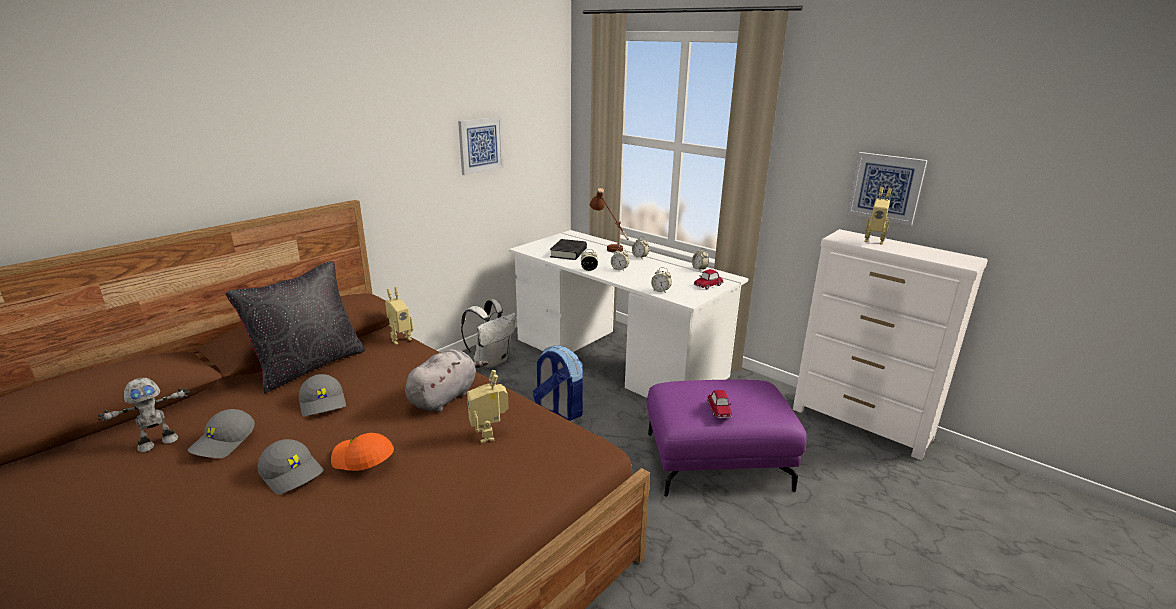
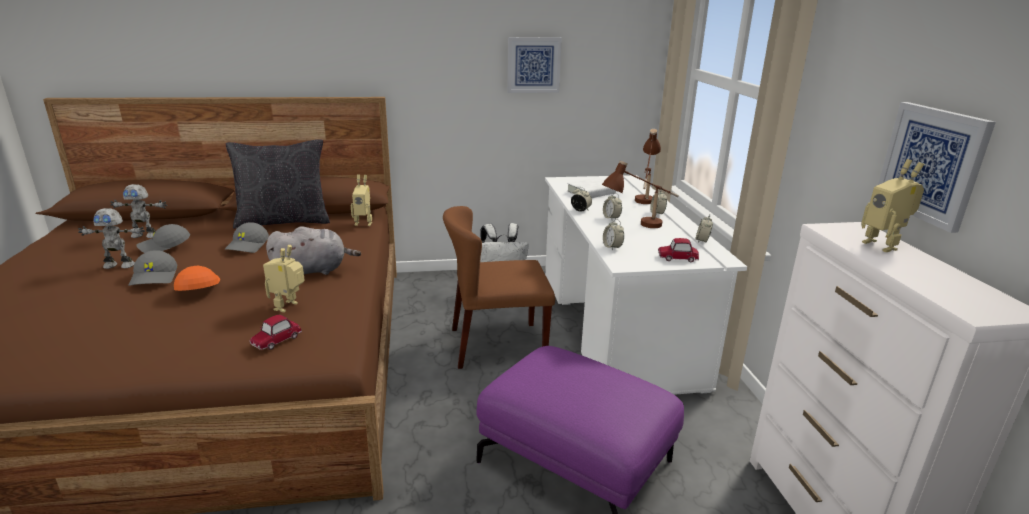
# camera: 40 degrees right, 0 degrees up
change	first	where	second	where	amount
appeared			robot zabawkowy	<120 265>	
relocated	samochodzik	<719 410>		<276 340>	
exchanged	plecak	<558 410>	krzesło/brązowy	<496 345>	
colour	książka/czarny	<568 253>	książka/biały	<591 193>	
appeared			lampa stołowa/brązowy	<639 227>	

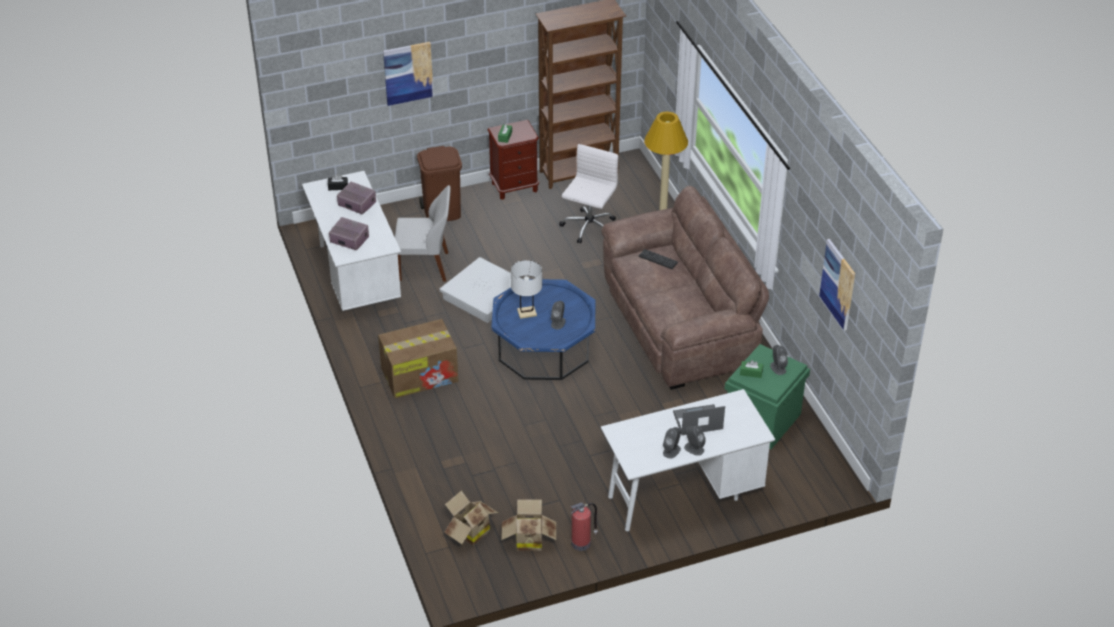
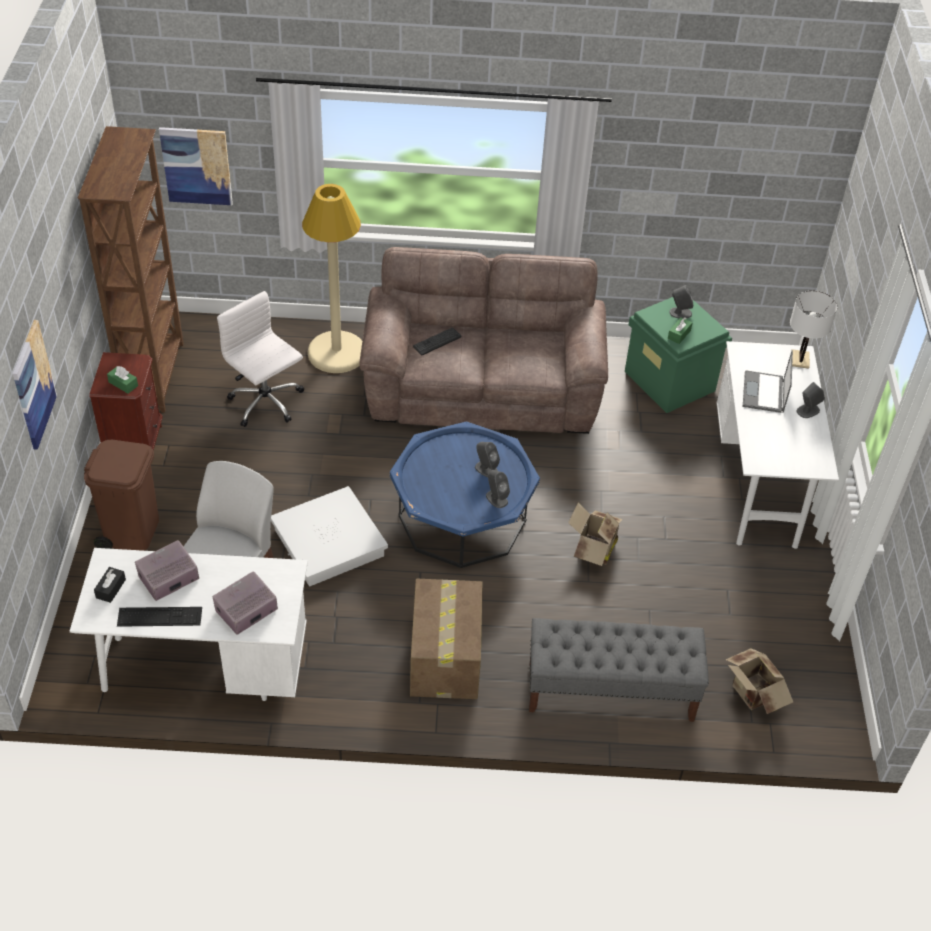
# camera: 70 degrees left, 5 degrees up
change	first	where	second	where	amount
appeared			klawiatura	<159 617>	
relocated	obraz	<838 284>		<196 166>	
relocated	głośnik/szary	<671 451>		<496 498>	
appeared			ławka/szary	<610 691>	
relocated	karton	<528 539>		<592 550>	
relocated	lampa stołowa/biały	<526 313>		<800 360>	
missing	gaśnica	<582 542>			

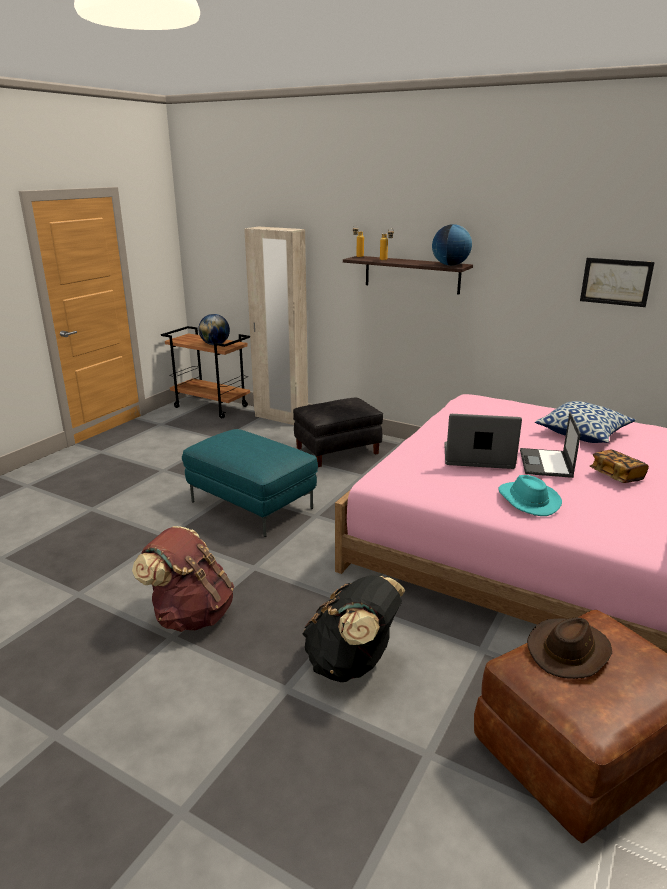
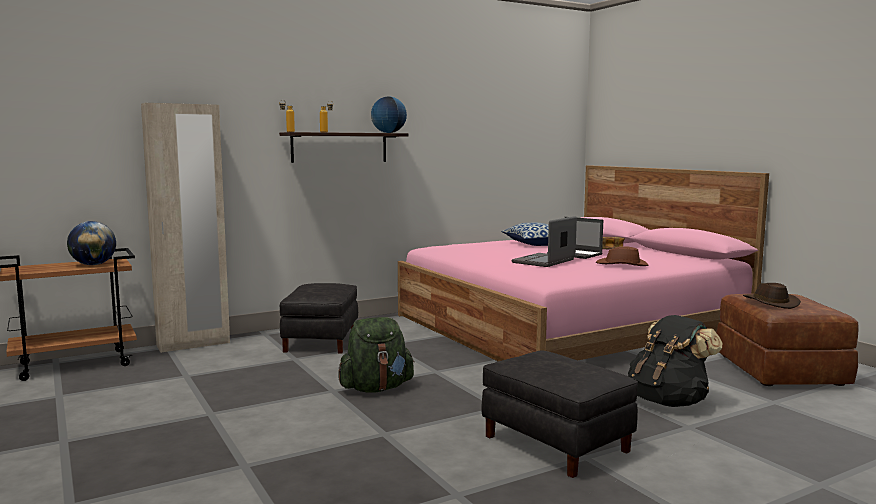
# camera: 60 degrees left, 15 degrees down
change	first	where	second	where	amount
exchanged	pufa/turkusowy	<252 505>	plecak/zielony	<376 388>	
exchanged	plecak/brązowy	<191 615>	pufa/czarny	<555 444>	
colour	kapelusz/turkusowy	<527 500>	kapelusz/brązowy	<622 265>	
missing	obraz	<616 282>			

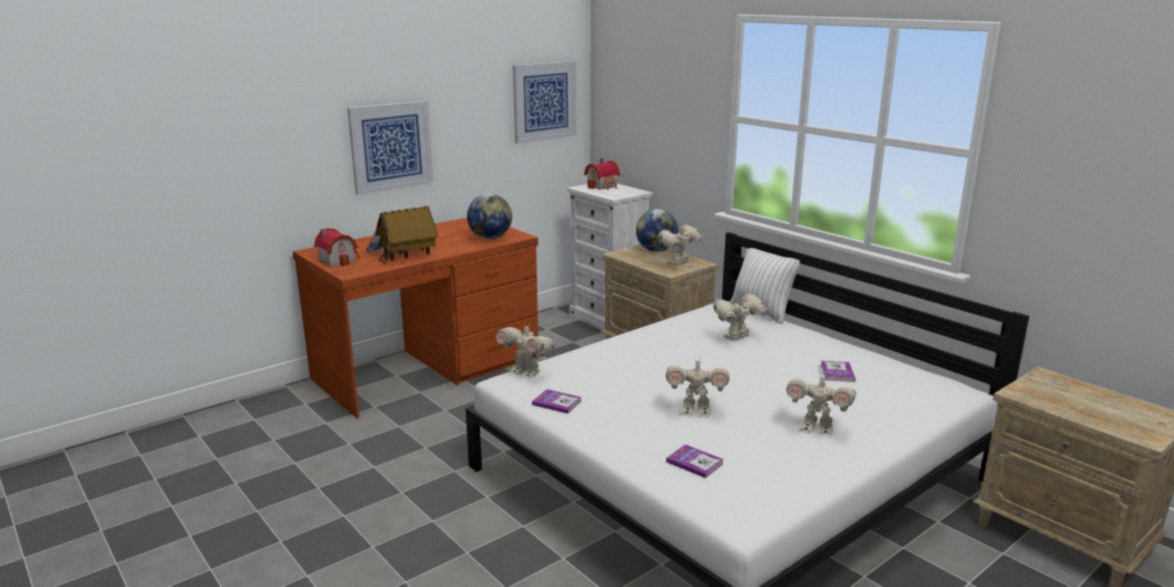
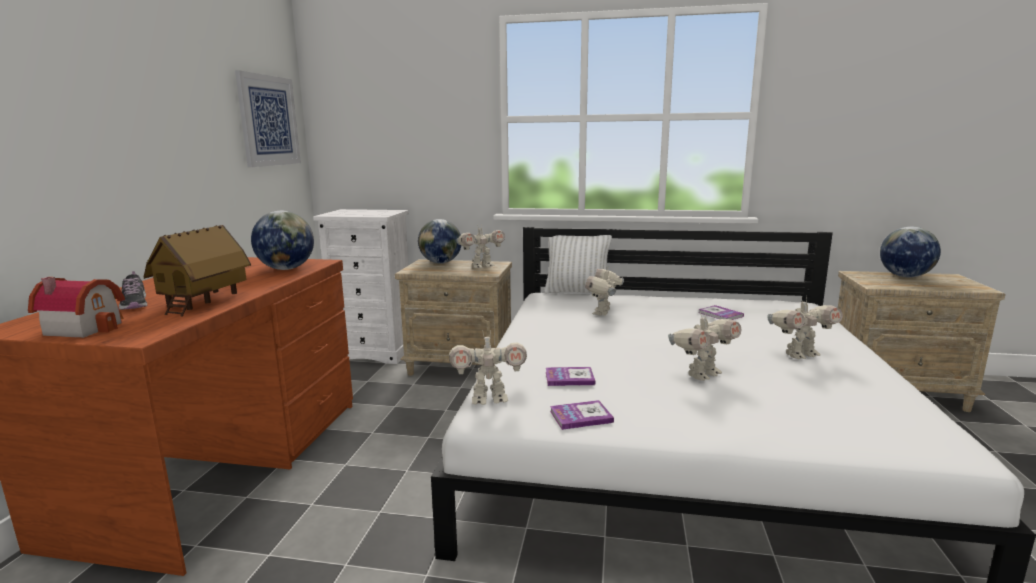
# camera: 40 degrees left, 5 degrees down
change	first	where	second	where	amount
spun	robot zabawkowy	<679 263>		<481 266>	120 degrees counterclockwise
relocated	książka	<694 462>		<569 378>	
appeared			globus	<905 276>	
missing	obraz	<391 146>			
missing	domek	<603 186>			

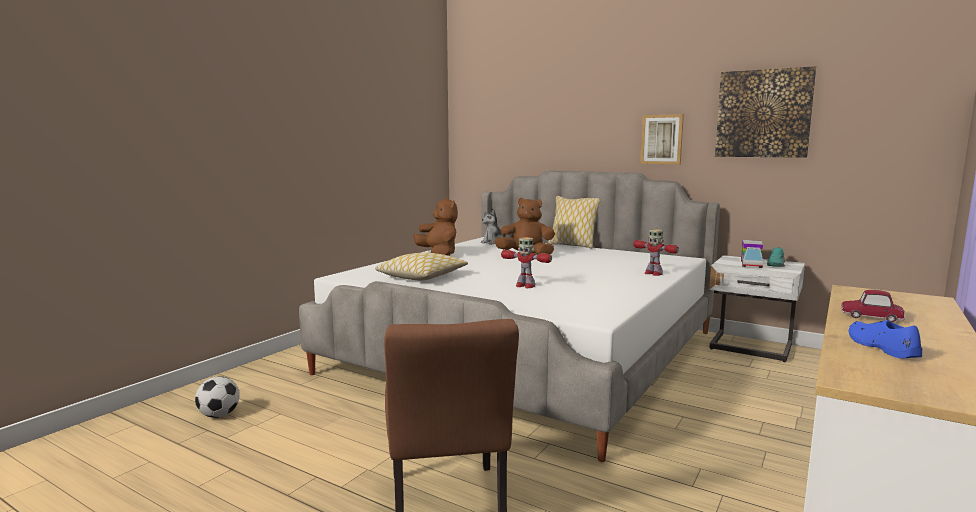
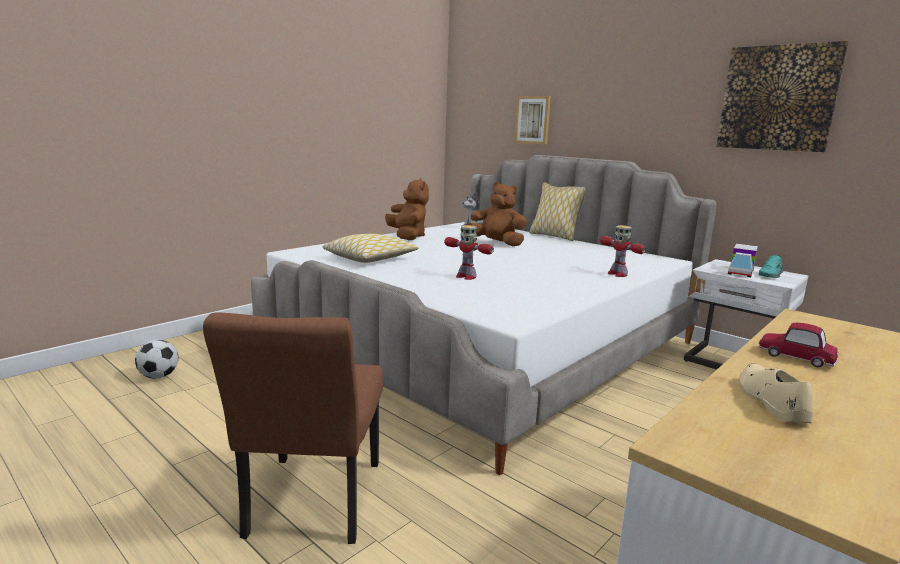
# camera: 10 degrees right, 5 degrees up
change	first	where	second	where	amount
relocated	obraz	<662 139>		<532 120>	
colour	but/niebieski	<881 346>	but/beżowy	<770 401>	

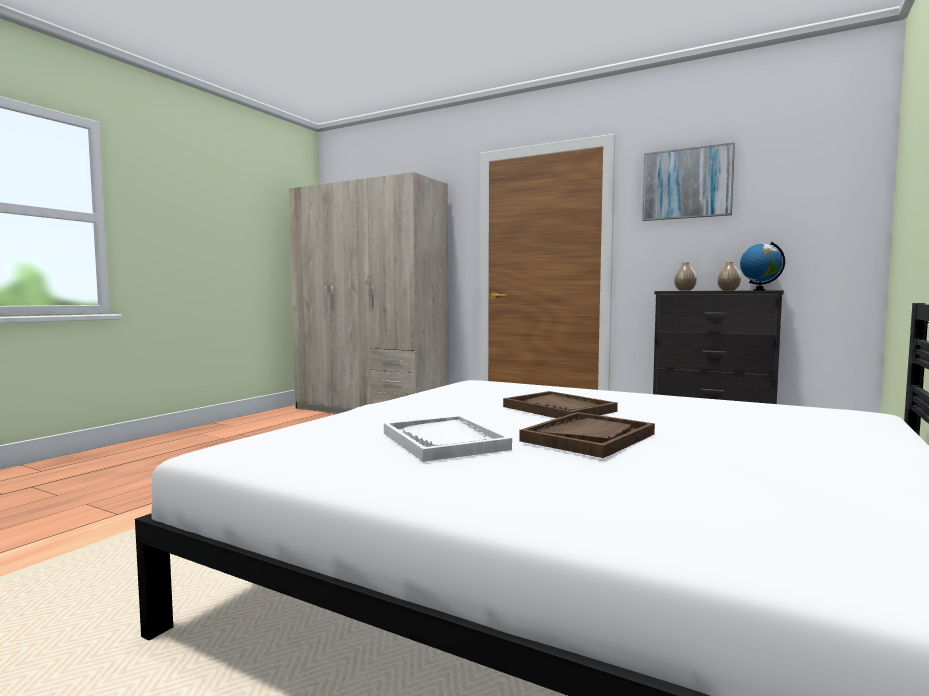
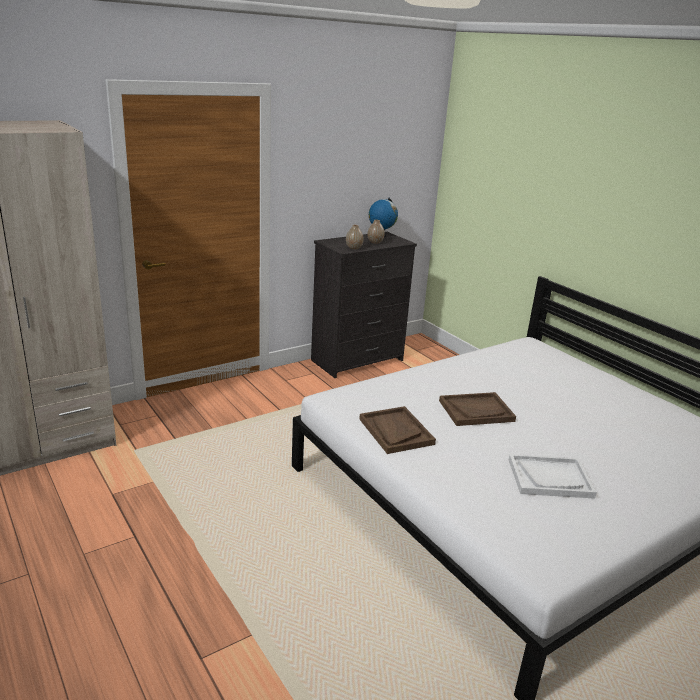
# camera: 65 degrees left, 20 degrees up
change	first	where	second	where	amount
relocated	taca/brązowy	<588 437>		<395 431>	
missing	obraz	<687 183>			

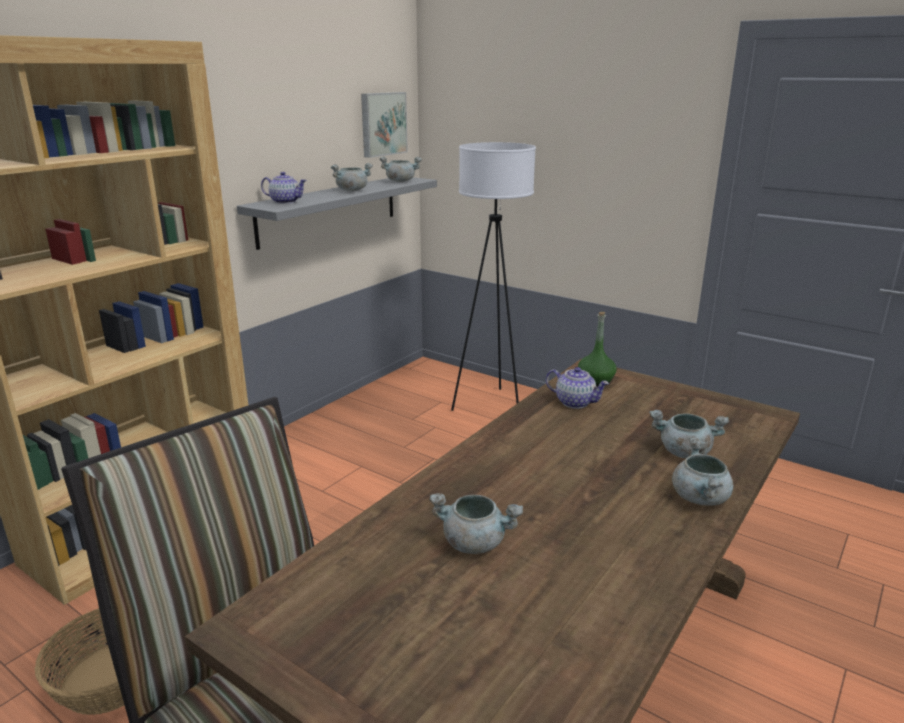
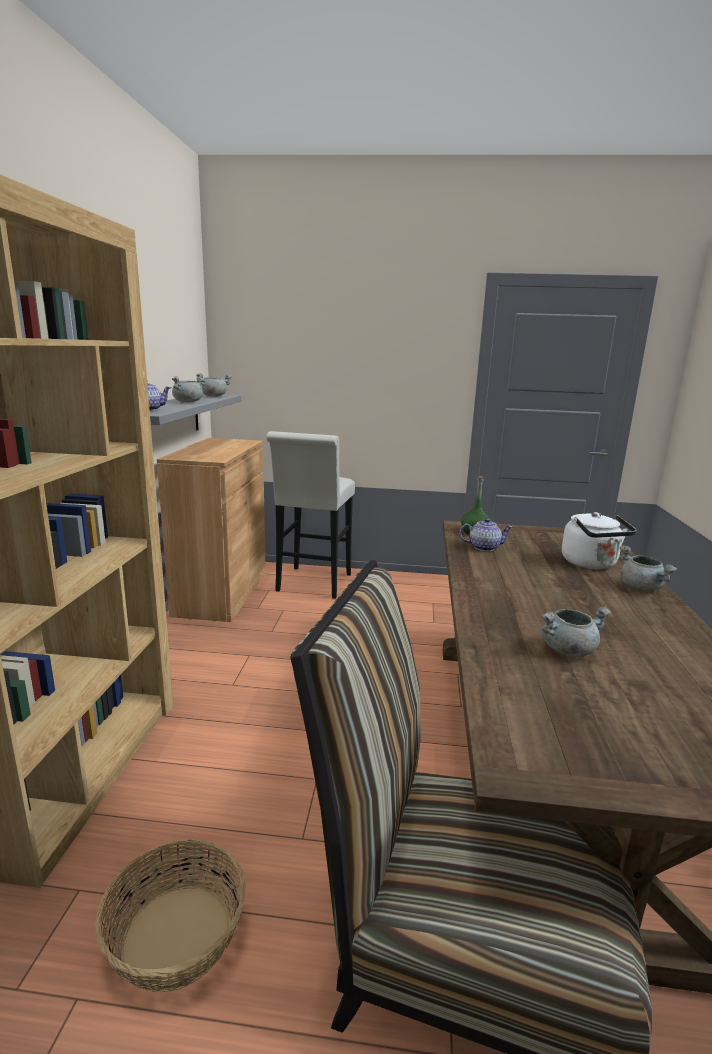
# camera: 30 degrees left, 5 degrees down
change	first	where	second	where	amount
appeared			szafka/brązowy	<221 593>	
exchanged	lampa stojąca/biały	<491 405>	stołek/biały	<312 585>	
exchanged	garnek/szary	<683 452>	czajnik/biały	<591 564>	
missing	obraz	<382 124>			

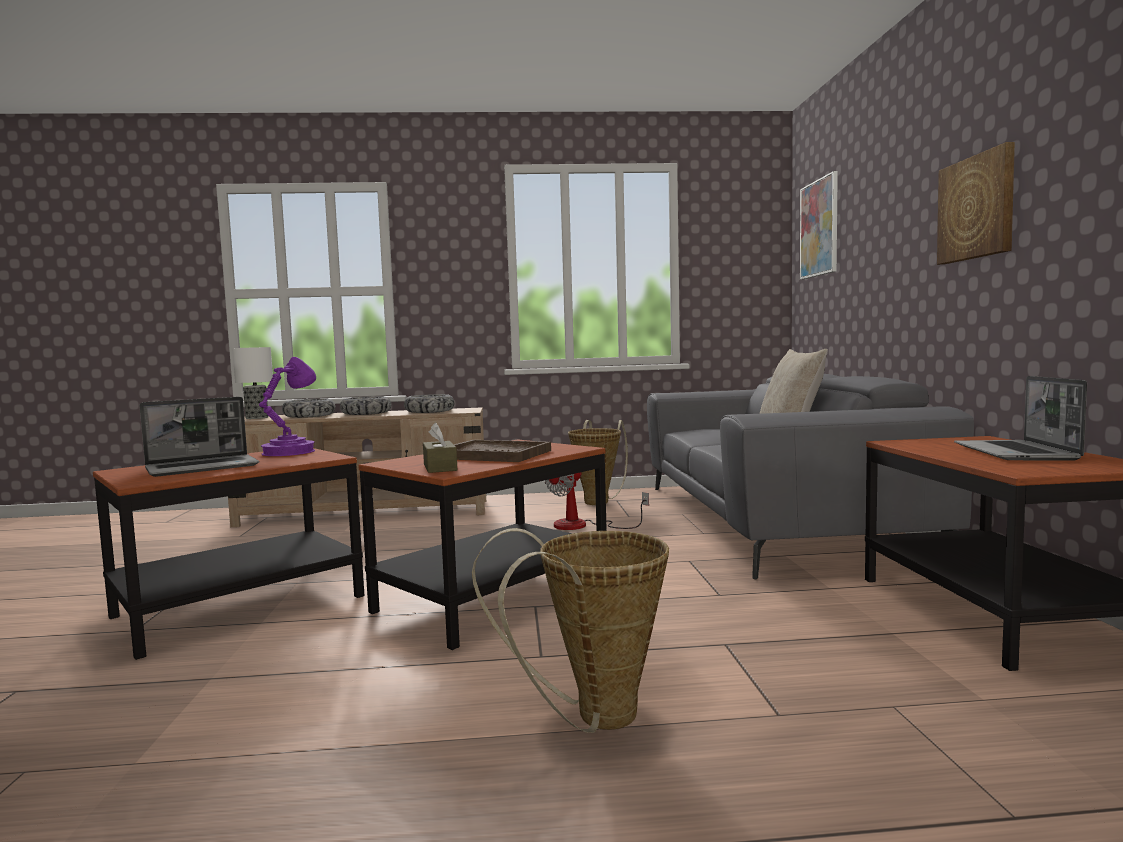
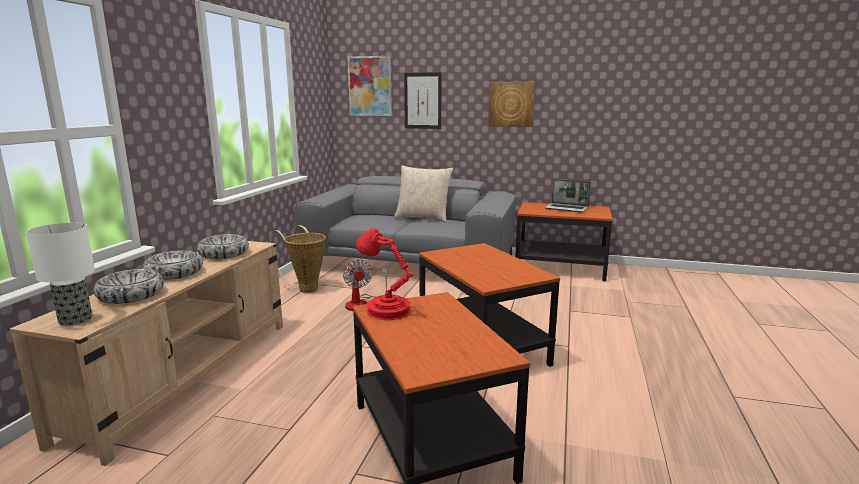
# camera: 70 degrees left, 10 degrees up
change	first	where	second	where	amount
colour	lampa stołowa/fioletowy	<291 451>	lampa stołowa/czerwony	<385 310>	
appeared			obraz	<422 101>	
missing	laptop	<204 467>			
missing	pudełko chusteczek/brązowy	<440 467>			
missing	taca/brązowy	<494 454>			
missing	koszyk	<593 718>			

